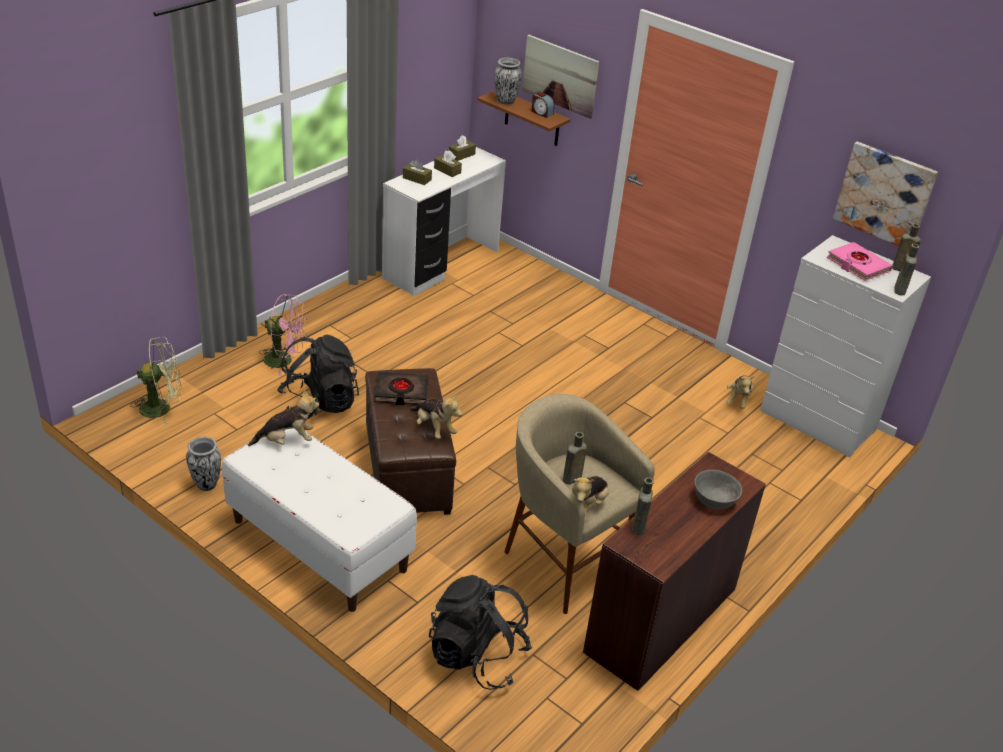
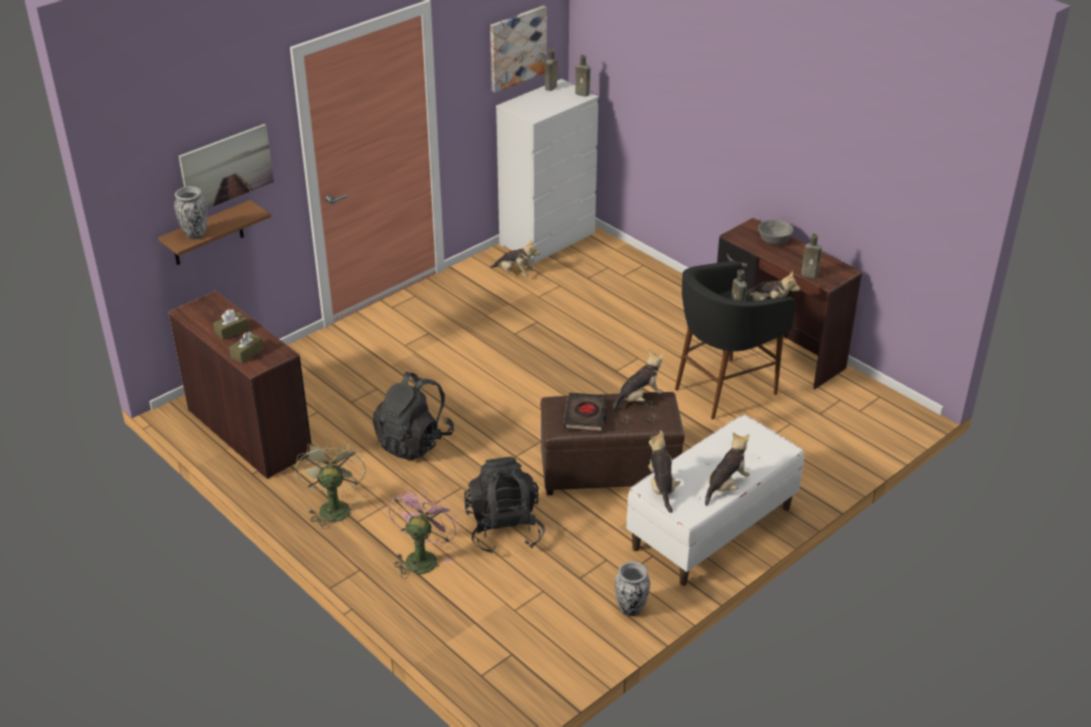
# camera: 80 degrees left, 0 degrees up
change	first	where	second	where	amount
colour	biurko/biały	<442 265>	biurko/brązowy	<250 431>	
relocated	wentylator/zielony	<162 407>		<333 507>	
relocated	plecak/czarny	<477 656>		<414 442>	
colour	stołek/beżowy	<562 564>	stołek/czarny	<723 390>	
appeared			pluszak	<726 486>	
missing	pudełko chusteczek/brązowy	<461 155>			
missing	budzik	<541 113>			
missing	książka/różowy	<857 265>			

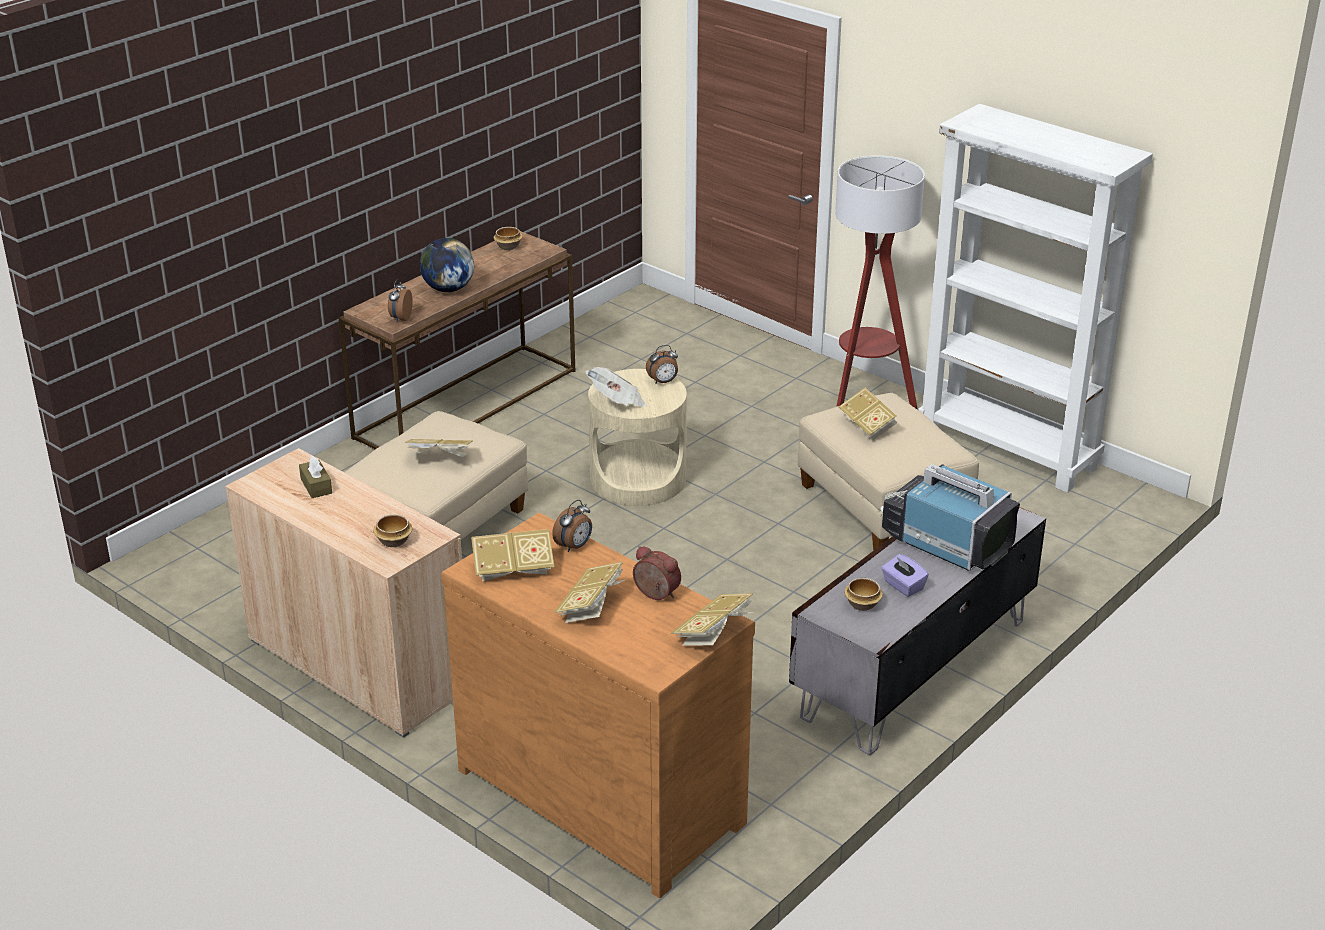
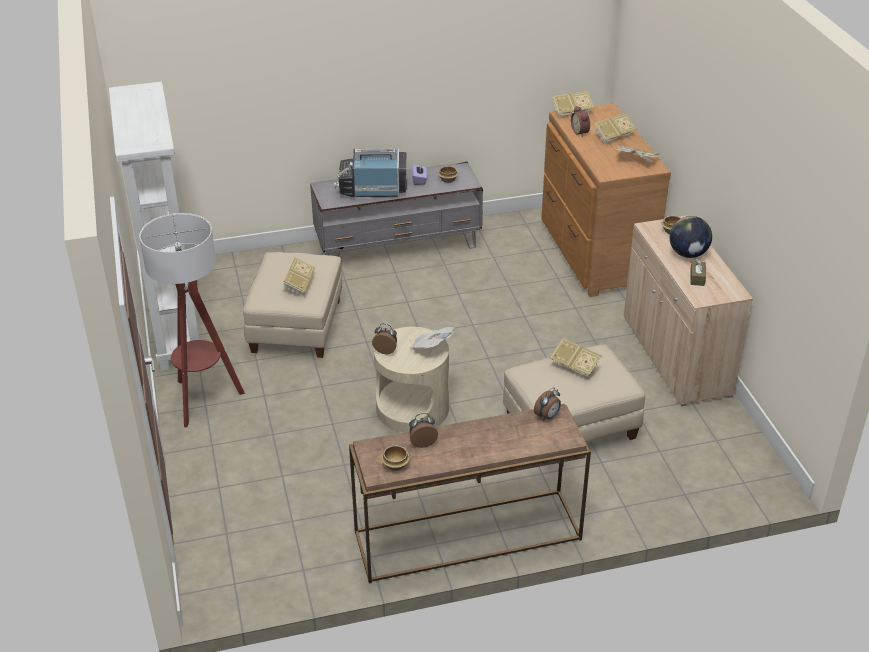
# camera: 145 degrees left, 5 degrees up
change	first	where	second	where	amount
spun	telewizor	<946 543>		<372 189>	105 degrees clockwise
relocated	budzik	<574 546>		<422 442>	
relocated	globus	<448 289>		<688 254>	

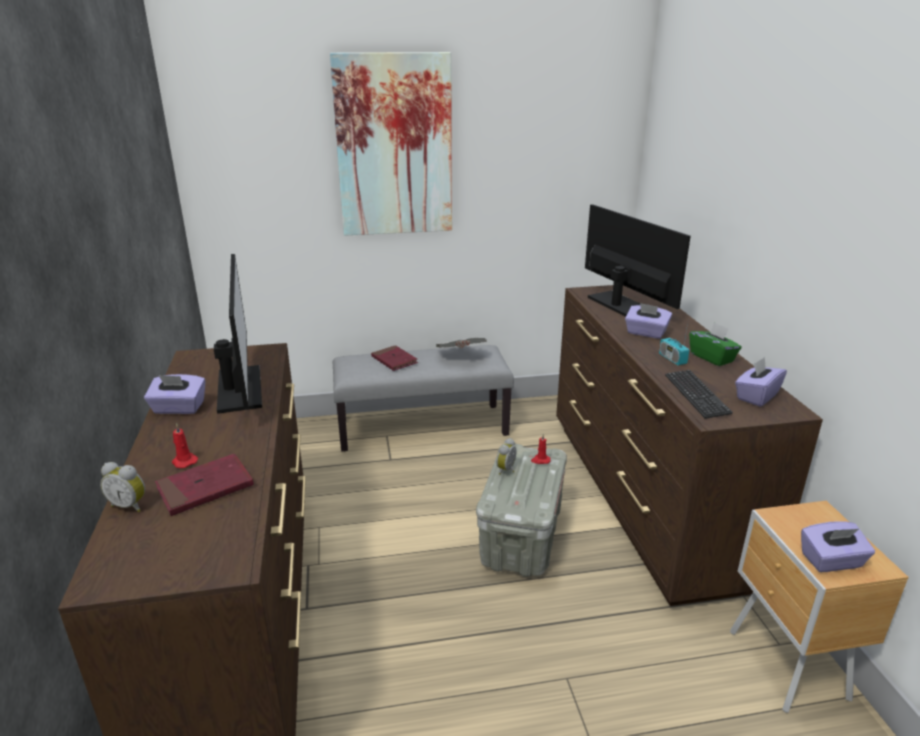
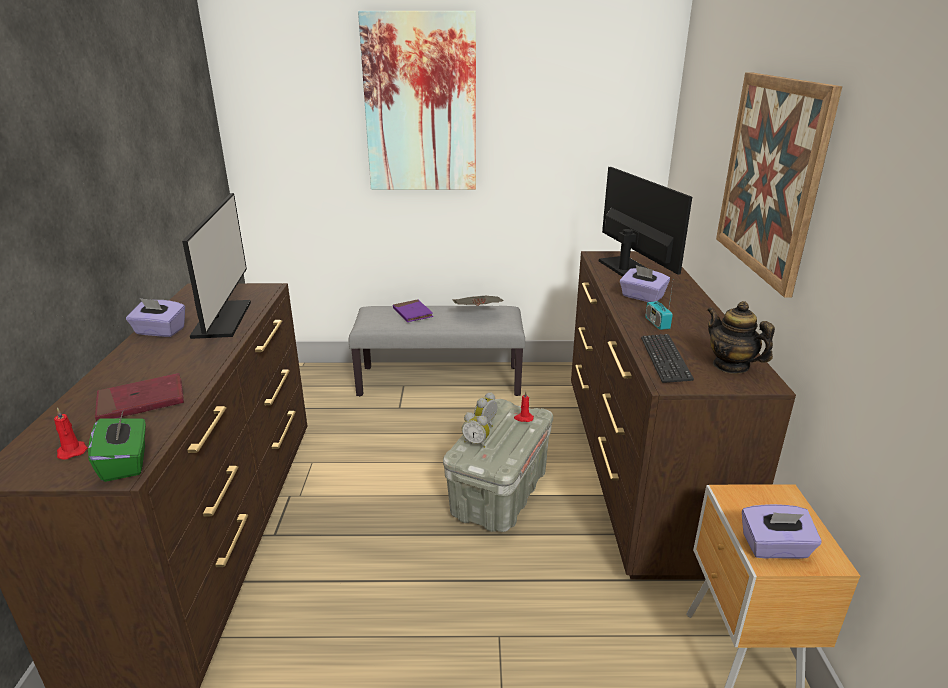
# camera: 10 degrees right, 0 degrees up
change	first	where	second	where	amount
relocated	świeca/czerwony	<184 461>		<72 451>	
relocated	pudełko chusteczek/zielony	<712 357>		<126 463>	
colour	książka/czerwony	<394 360>	książka/fioletowy	<412 313>	
relocated	budzik	<130 505>		<476 442>	
exchanged	pudełko chusteczek/fioletowy	<756 396>	imbryk	<731 366>	
appeared			obraz	<770 177>	

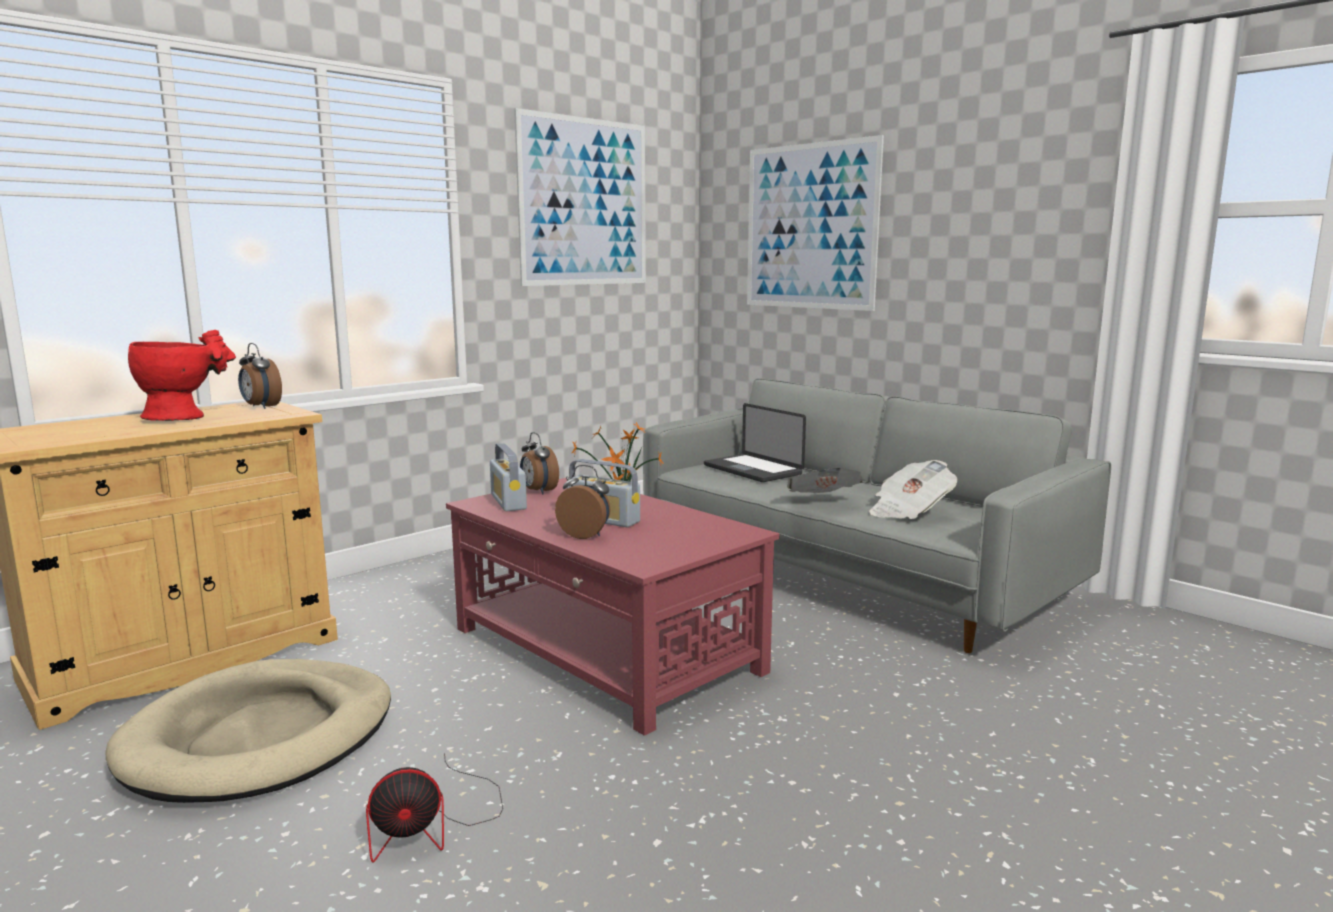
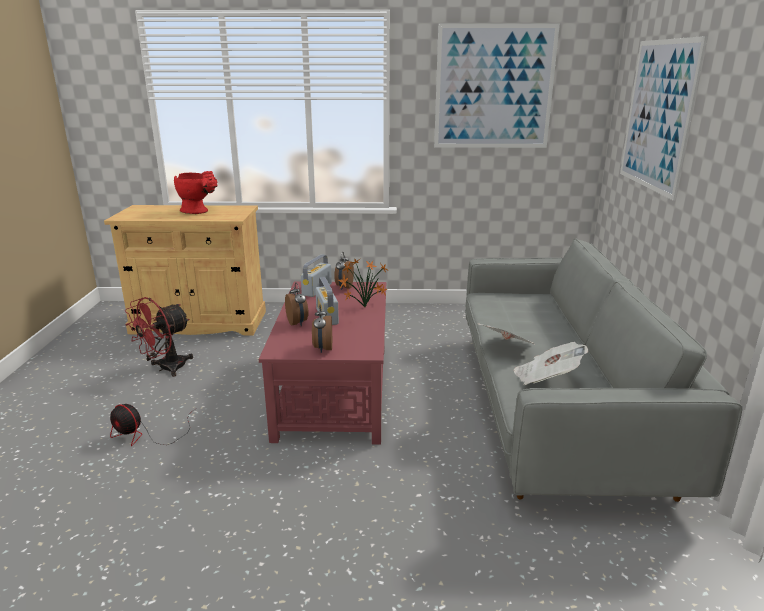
# camera: 45 degrees right, 10 degrees up
change	first	where	second	where	amount
exchanged	legowisko/beżowy	<261 737>	wentylator/czerwony	<166 368>	
relocated	budzik	<260 407>		<322 348>	
missing	laptop	<752 470>			

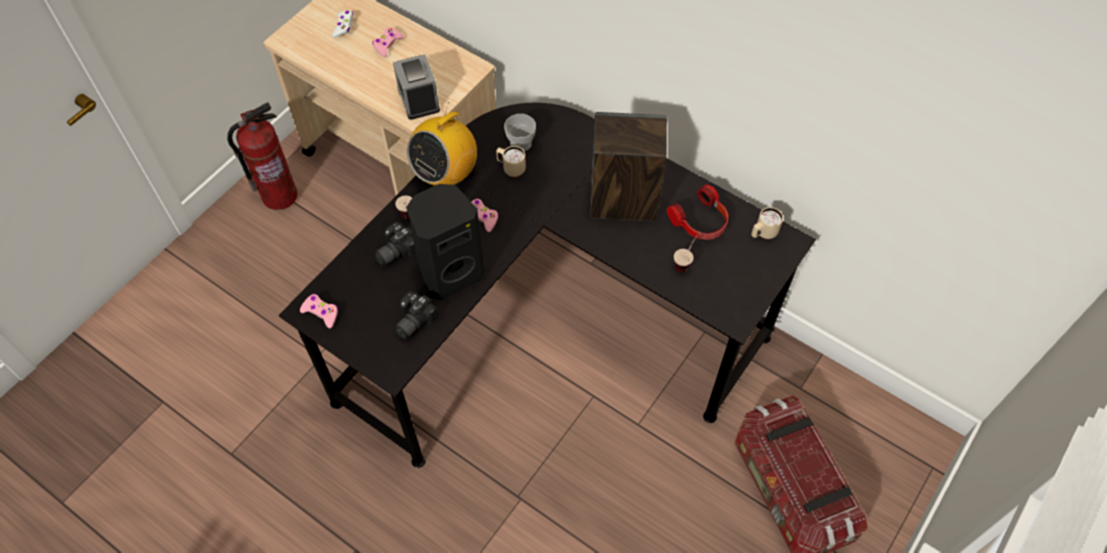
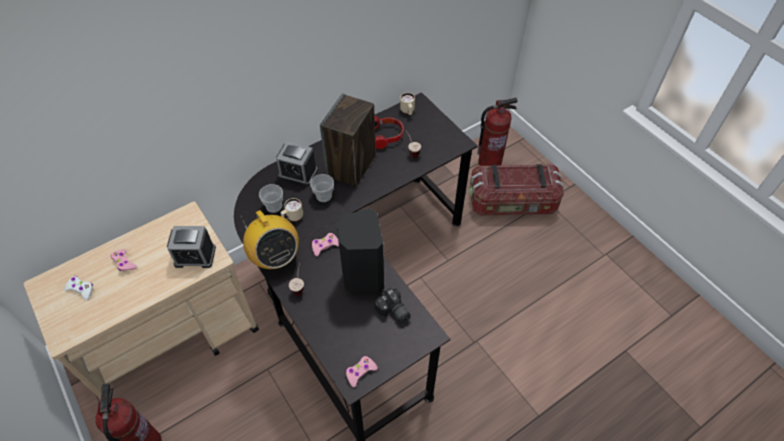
# camera: 70 degrees left, 5 degrees down
change	first	where	second	where	amount
appeared			budzik	<298 173>	
appeared			filiżanka	<324 196>	
appeared			gaśnica	<489 163>	
missing	aparat fotograficzny	<394 250>			

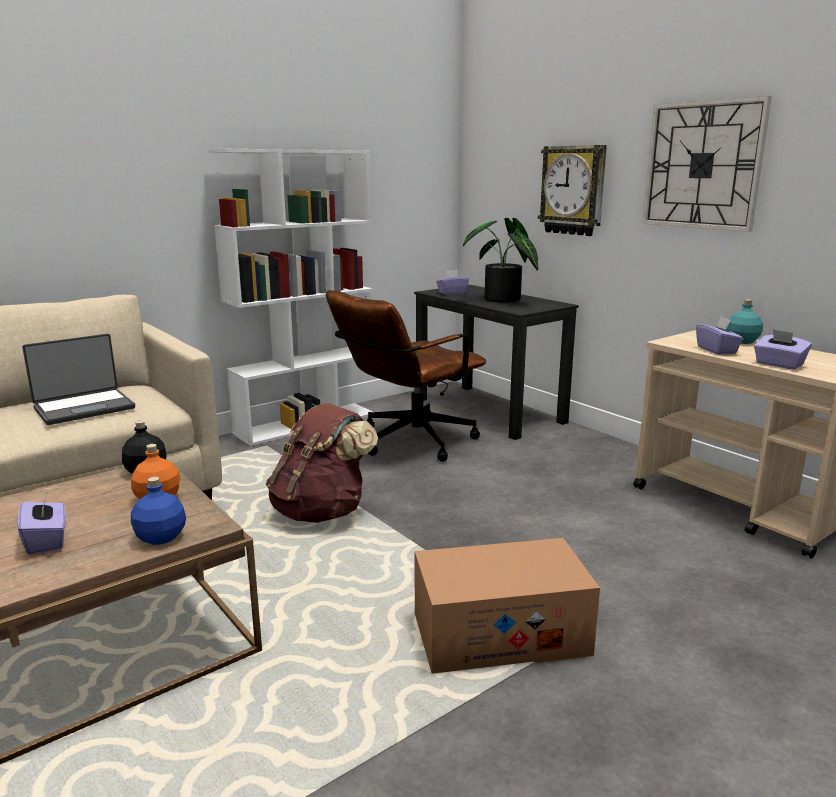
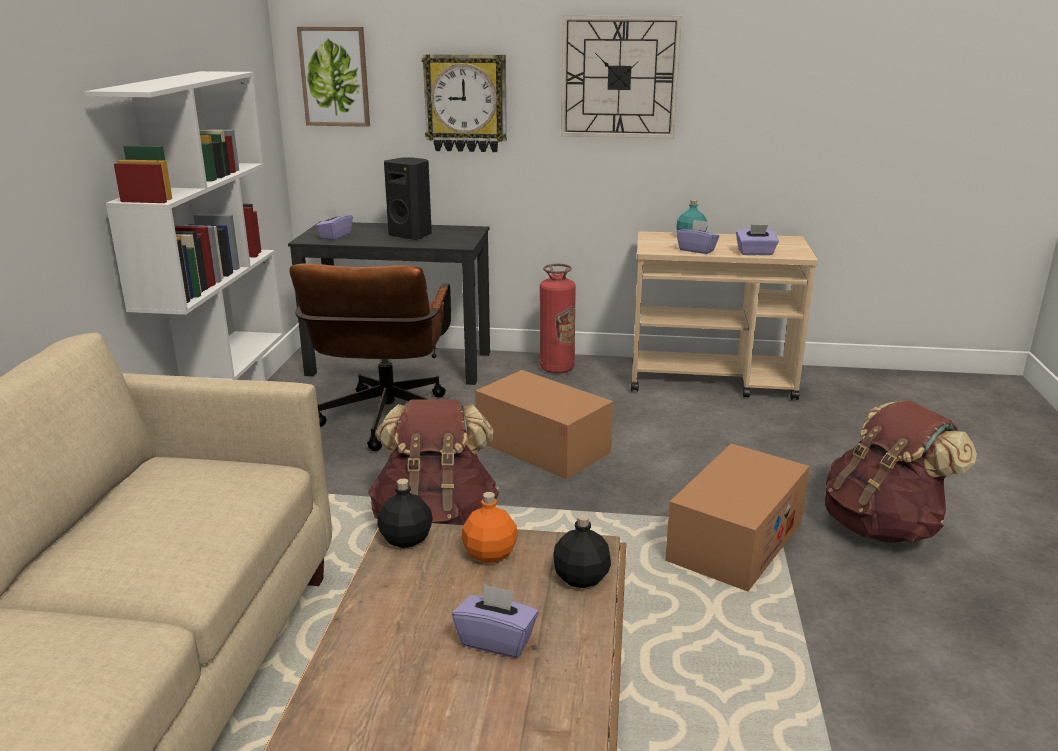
# camera: 45 degrees left, 5 degrees up
change	first	where	second	where	amount
appeared			obraz	<335 76>	
exchanged	roślina doniczkowa	<503 300>	głośnik/czarny	<411 235>	
appeared			karton	<542 446>	
appeared			gaśnica	<557 368>	
colour	butelka/niebieski	<161 538>	butelka/czarny	<582 578>	
appeared			plecak/brązowy	<882 526>	
missing	laptop	<84 408>			

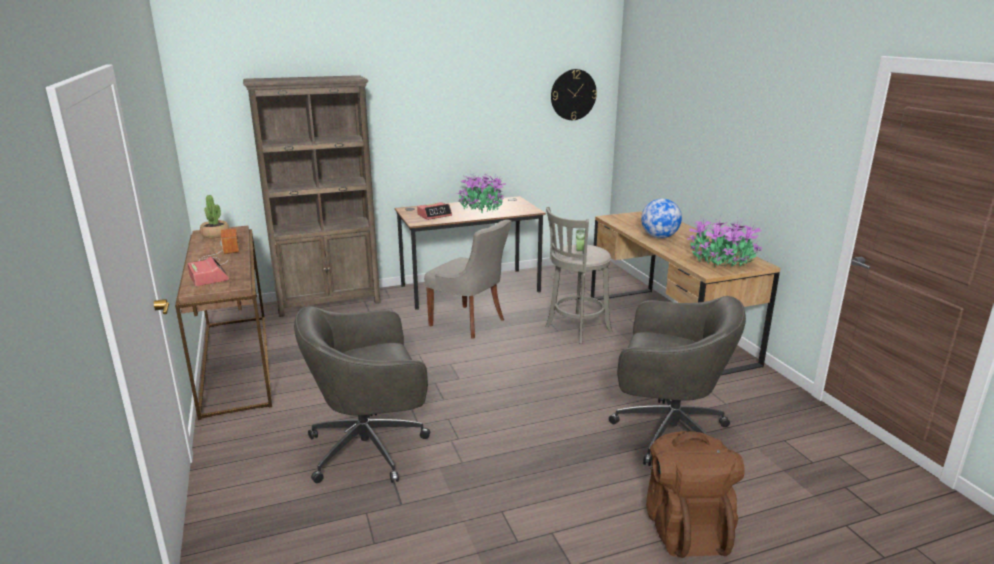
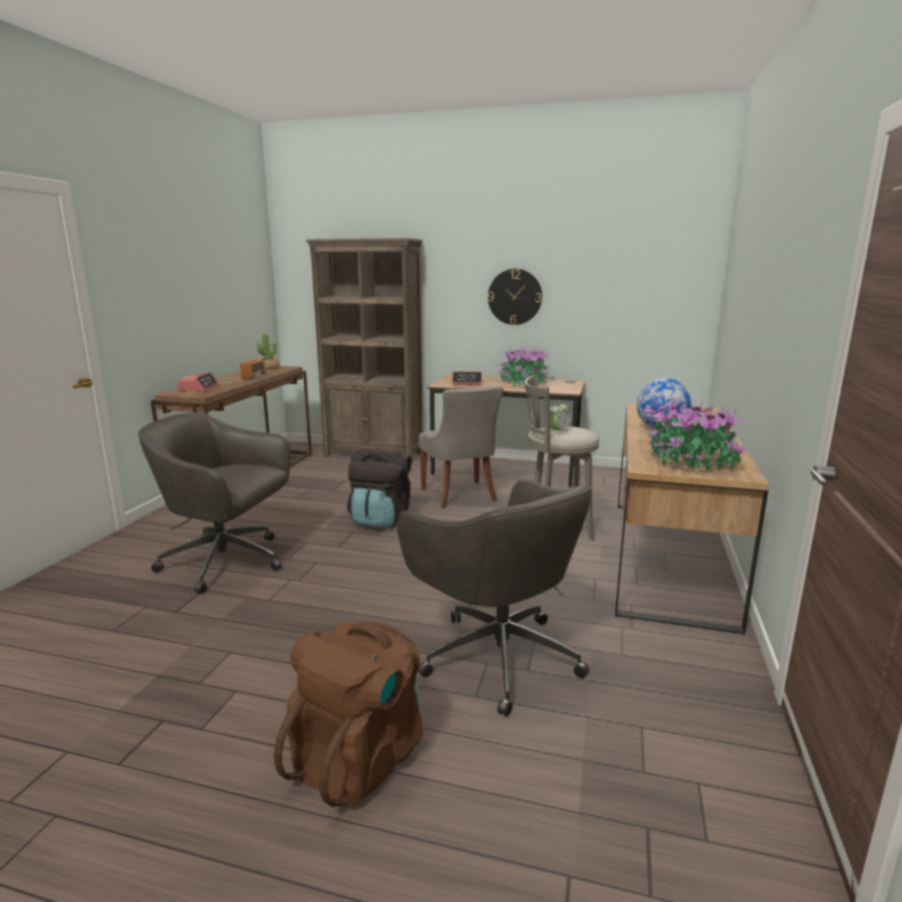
# camera: 35 degrees right, 5 degrees down
change	first	where	second	where	amount
appeared			plecak/czarny	<380 519>	
relocated	zegar ścienny	<573 94>		<515 297>	

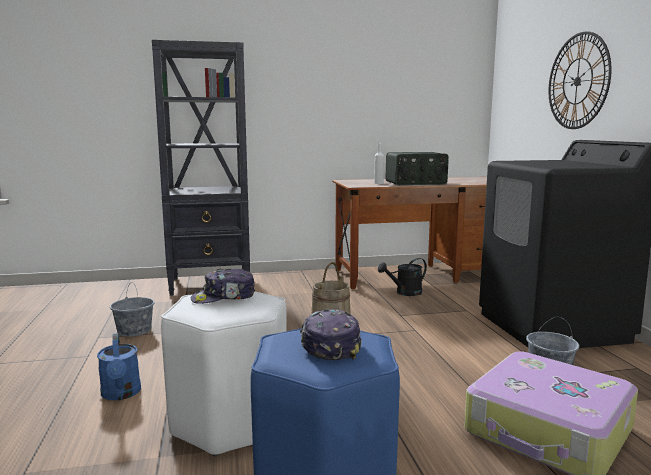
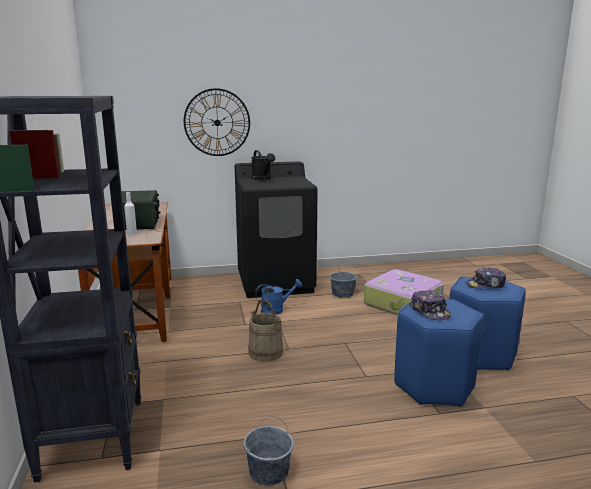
# camera: 90 degrees left, 5 degrees up
change	first	where	second	where	amount
relocated	konewka/czarny	<405 293>		<263 179>	
relocated	konewka/niebieski	<121 394>		<276 309>	
colour	stołek/biały	<230 422>	stołek/niebieski	<434 386>	

